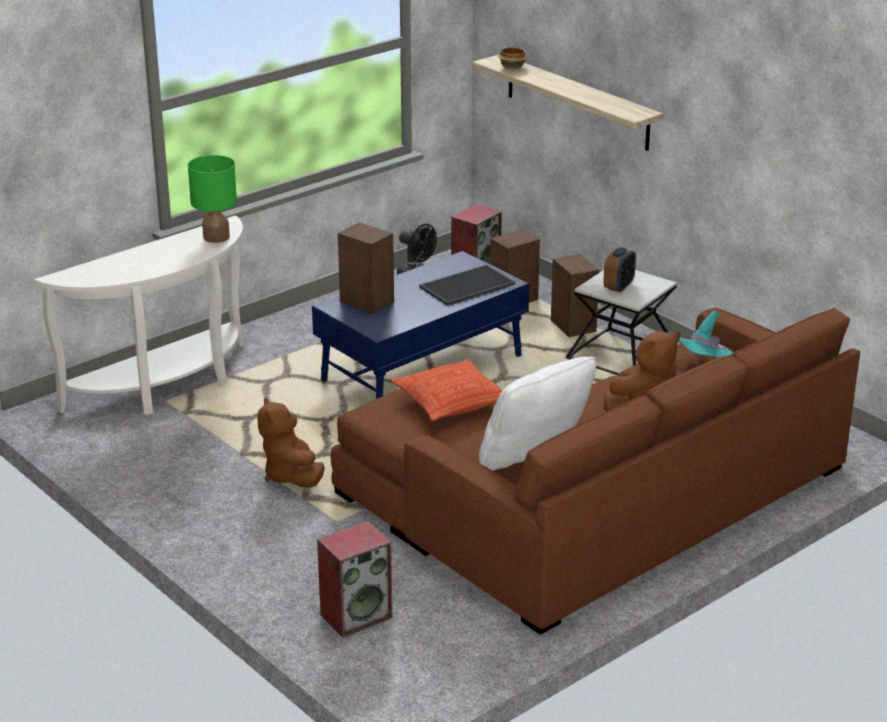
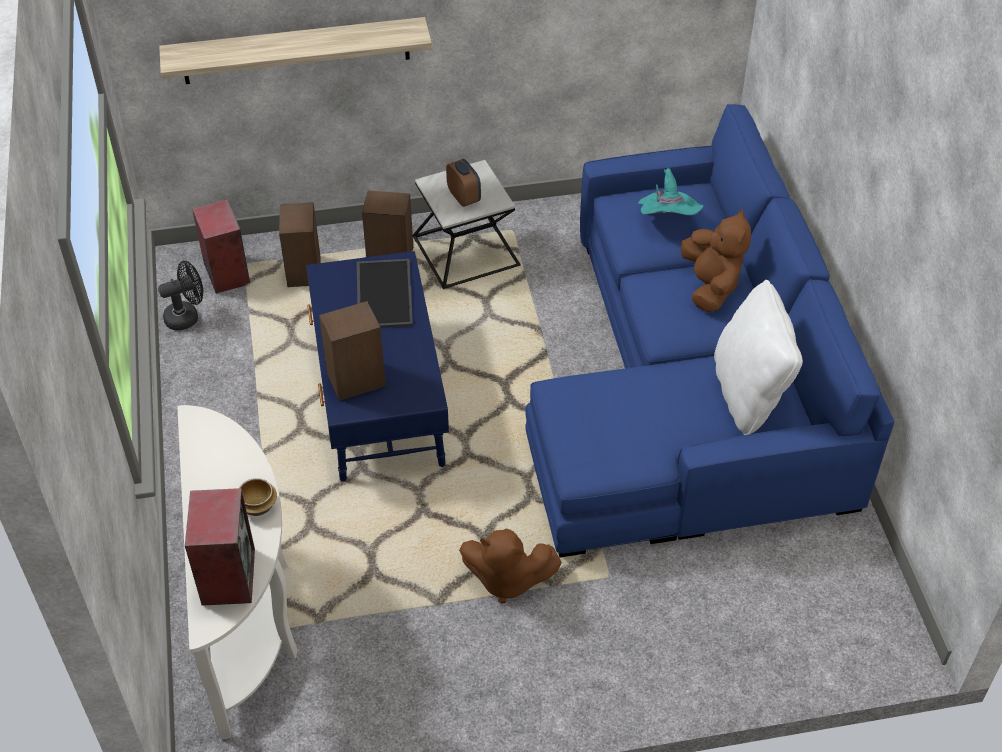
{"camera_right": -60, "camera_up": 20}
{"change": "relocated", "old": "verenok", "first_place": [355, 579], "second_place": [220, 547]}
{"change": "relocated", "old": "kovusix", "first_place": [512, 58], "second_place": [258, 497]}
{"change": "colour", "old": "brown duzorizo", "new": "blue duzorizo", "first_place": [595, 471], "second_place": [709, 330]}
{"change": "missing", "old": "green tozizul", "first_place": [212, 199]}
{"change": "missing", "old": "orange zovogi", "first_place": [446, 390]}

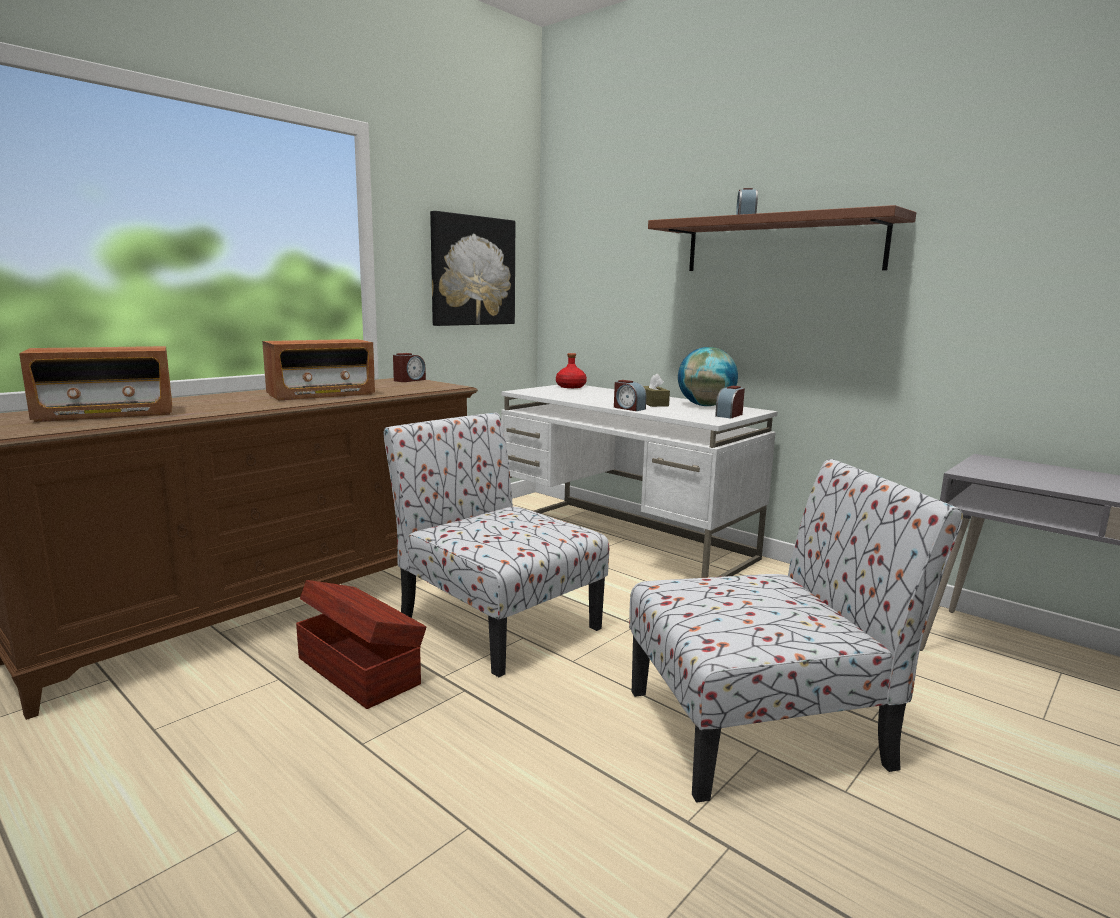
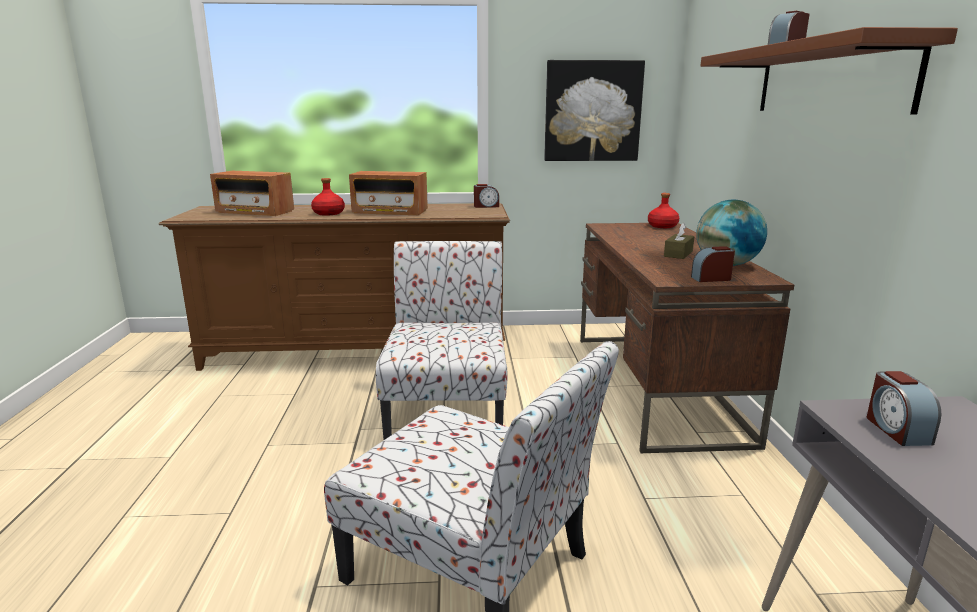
{"camera_right": 45, "camera_up": 5}
{"change": "appeared", "new": "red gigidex", "second_place": [328, 197]}
{"change": "colour", "old": "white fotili", "new": "brown fotili", "first_place": [639, 481], "second_place": [687, 338]}
{"change": "relocated", "old": "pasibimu", "first_place": [630, 395], "second_place": [904, 408]}
{"change": "missing", "old": "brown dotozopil", "first_place": [361, 644]}

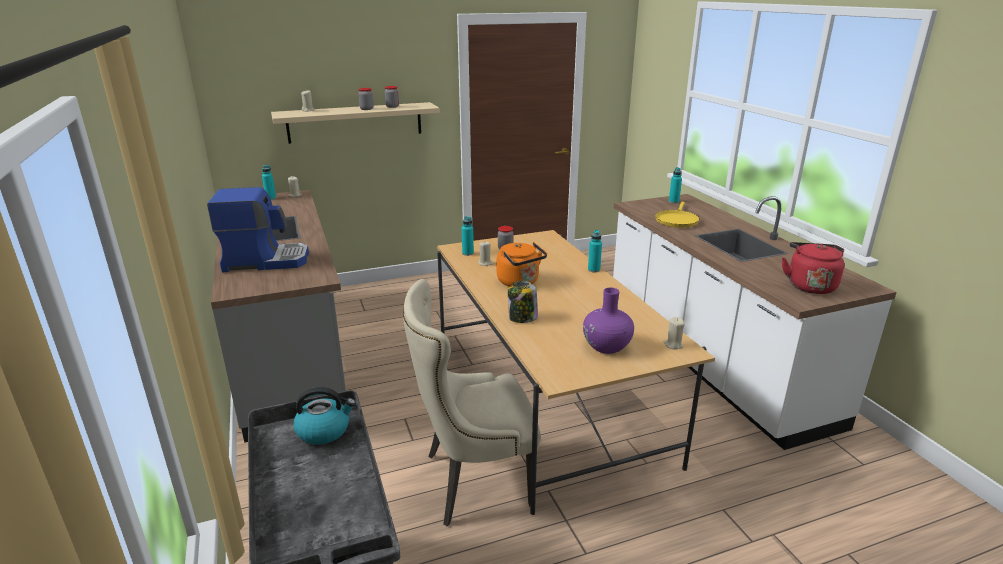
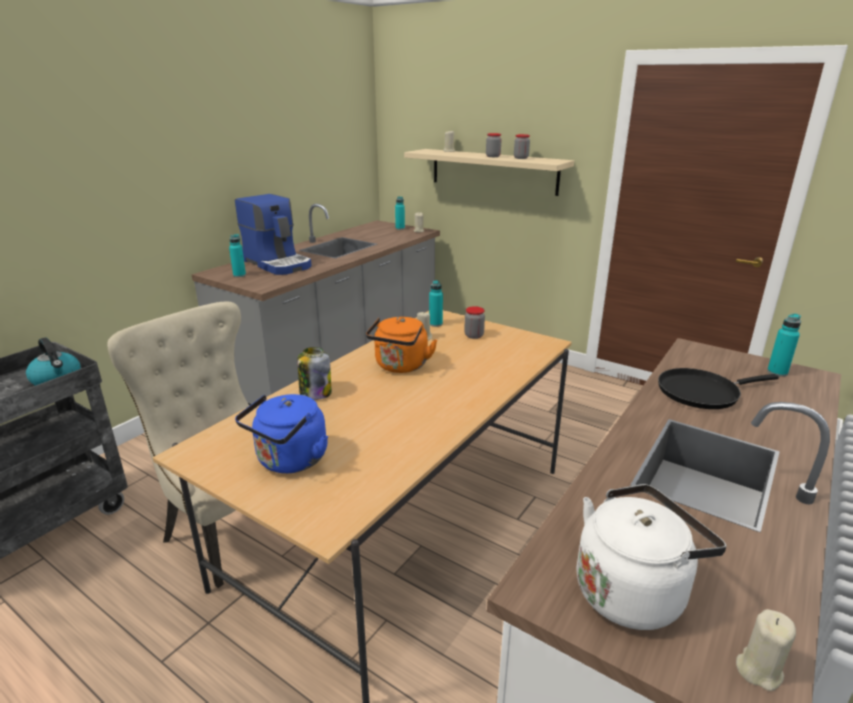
{"camera_right": 55, "camera_up": 0}
{"change": "relocated", "old": "turquoise gigidex", "first_place": [595, 251], "second_place": [237, 255]}
{"change": "exchanged", "old": "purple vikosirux", "new": "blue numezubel", "first_place": [608, 320], "second_place": [281, 433]}
{"change": "colour", "old": "red numezubel", "new": "white numezubel", "first_place": [813, 268], "second_place": [651, 557]}
{"change": "colour", "old": "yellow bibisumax", "new": "black bibisumax", "first_place": [677, 215], "second_place": [718, 388]}
{"change": "relocated", "old": "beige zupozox", "first_place": [674, 333], "second_place": [766, 650]}

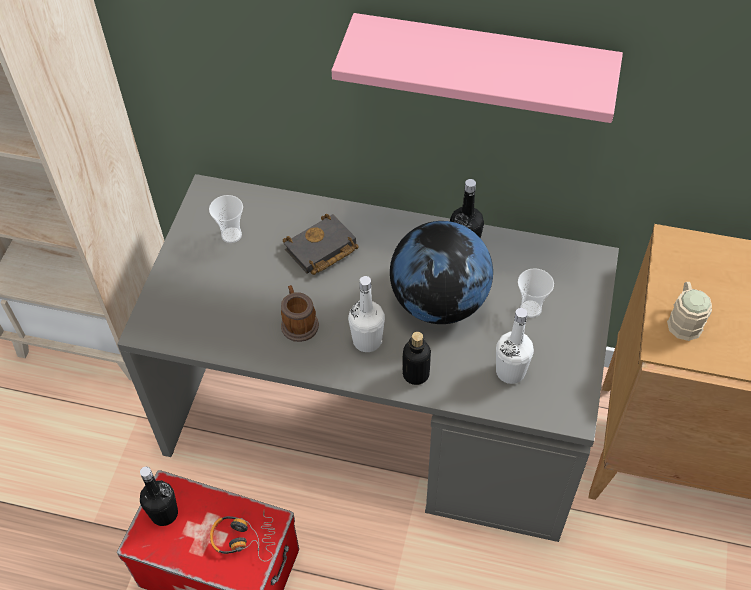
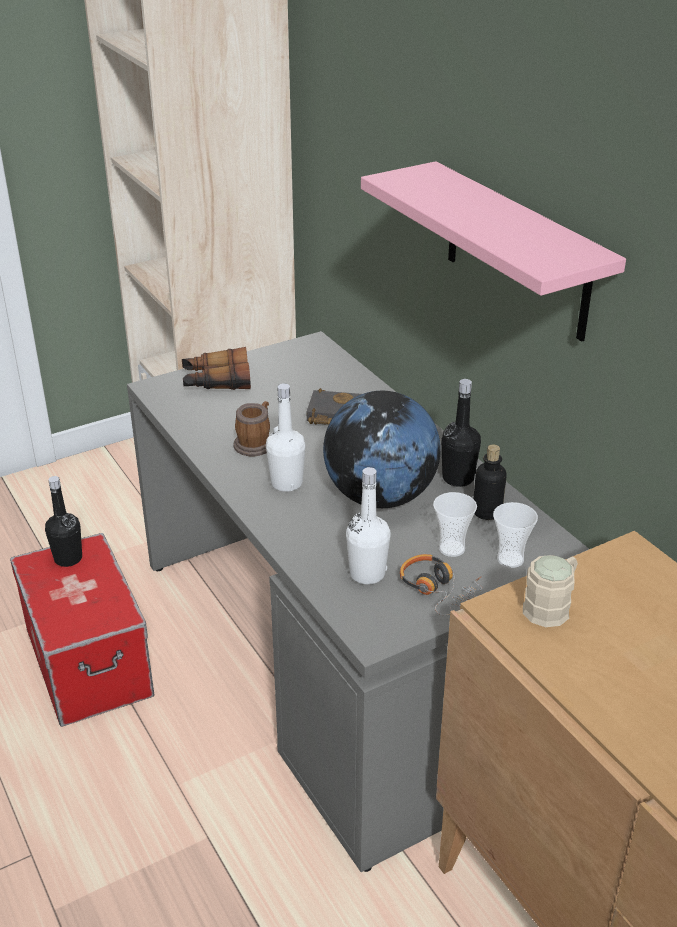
{"camera_right": 45, "camera_up": -20}
{"change": "appeared", "new": "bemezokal", "second_place": [216, 368]}
{"change": "relocated", "old": "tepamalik", "first_place": [243, 535], "second_place": [441, 585]}
{"change": "relocated", "old": "gigidex", "first_place": [416, 358], "second_place": [490, 482]}
{"change": "relocated", "old": "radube", "first_place": [226, 219], "second_place": [515, 535]}

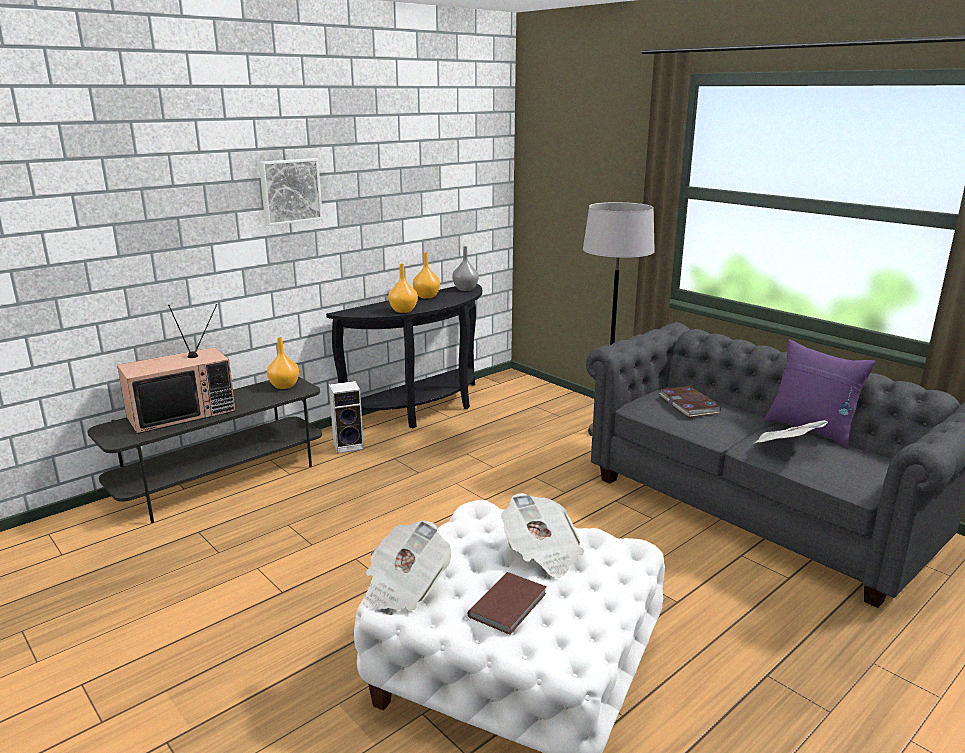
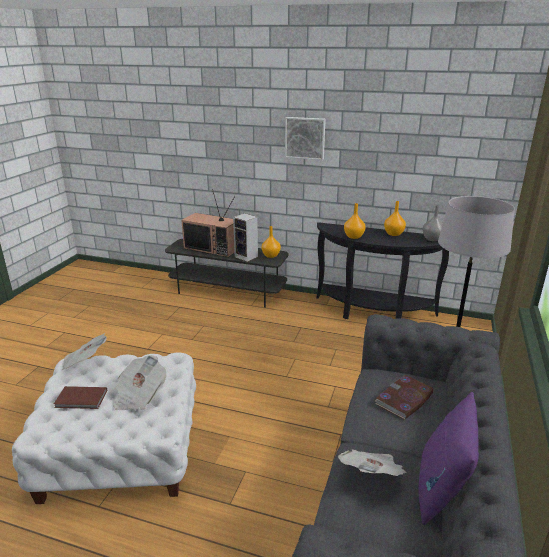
{"camera_right": 60, "camera_up": 5}
{"change": "relocated", "old": "verenok", "first_place": [346, 417], "second_place": [245, 237]}

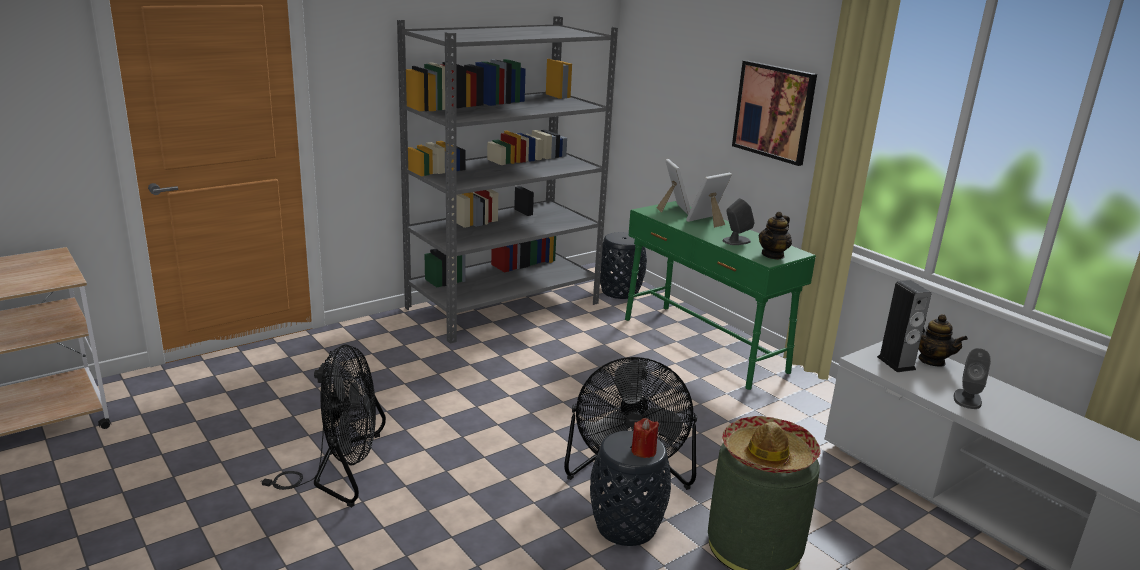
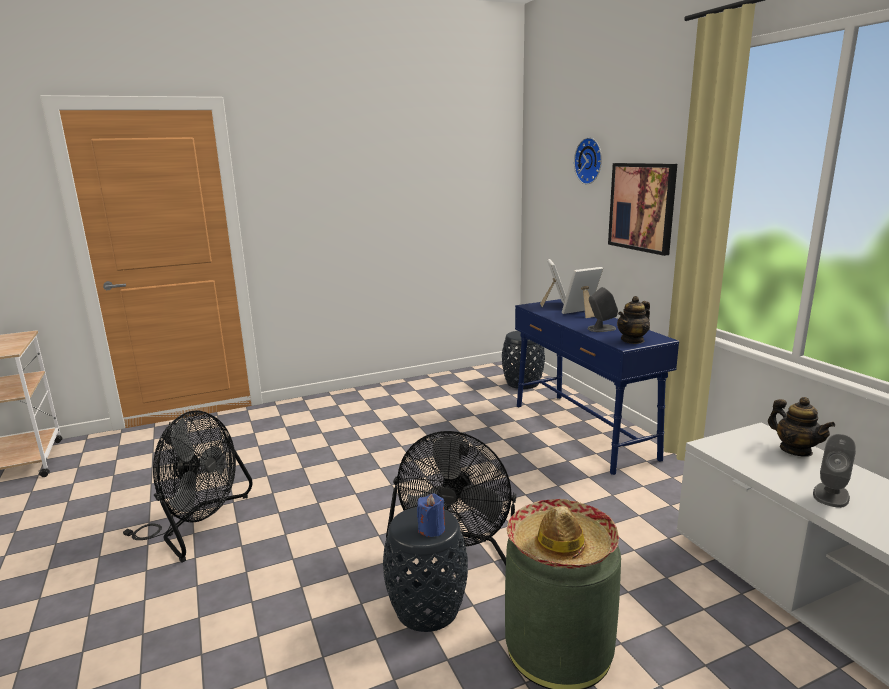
{"camera_right": 15, "camera_up": -5}
{"change": "colour", "old": "red zupozox", "new": "blue zupozox", "first_place": [645, 438], "second_place": [431, 515]}
{"change": "colour", "old": "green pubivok", "new": "blue pubivok", "first_place": [720, 295], "second_place": [597, 387]}
{"change": "appeared", "new": "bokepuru", "second_place": [588, 160]}
{"change": "missing", "old": "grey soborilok", "first_place": [507, 180]}
{"change": "missing", "old": "verenok", "first_place": [904, 326]}

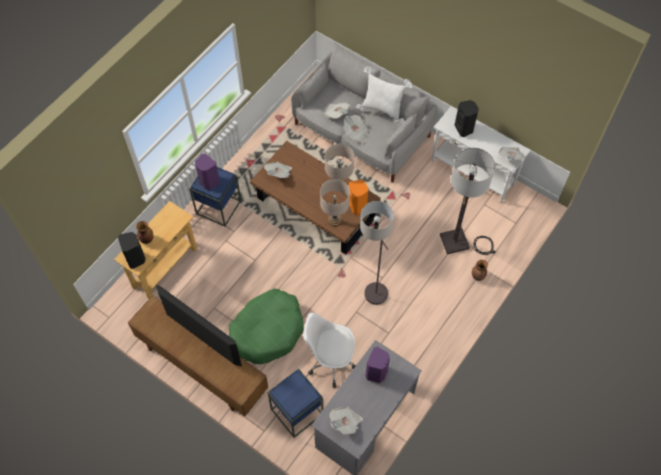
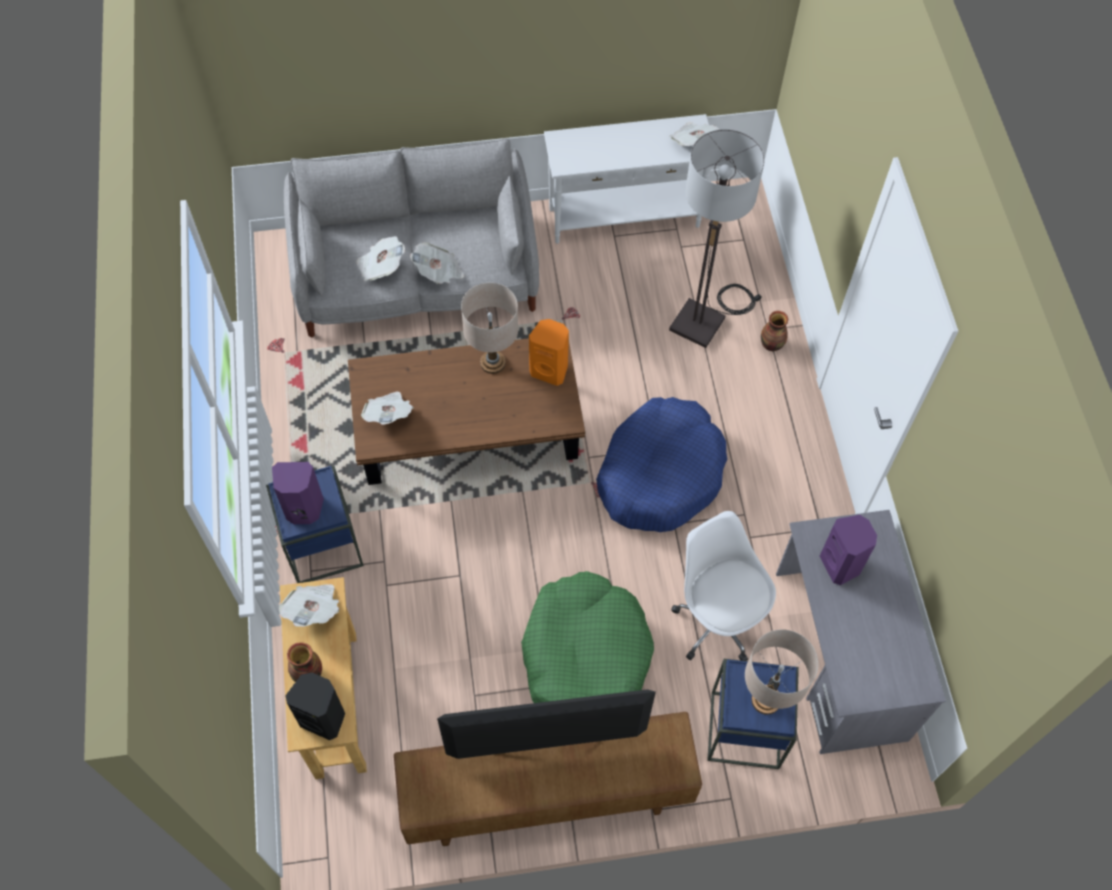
{"camera_right": -45, "camera_up": 0}
{"change": "relocated", "old": "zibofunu", "first_place": [346, 420], "second_place": [309, 605]}
{"change": "exchanged", "old": "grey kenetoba", "new": "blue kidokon", "first_place": [377, 253], "second_place": [661, 464]}
{"change": "spun", "old": "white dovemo", "first_place": [329, 350], "second_place": [723, 586], "degrees": 90}
{"change": "relocated", "old": "beige tozizul", "first_place": [335, 202], "second_place": [781, 672]}
{"change": "missing", "old": "white zovogi", "first_place": [384, 95]}
{"change": "missing", "old": "black verenok", "first_place": [467, 118]}

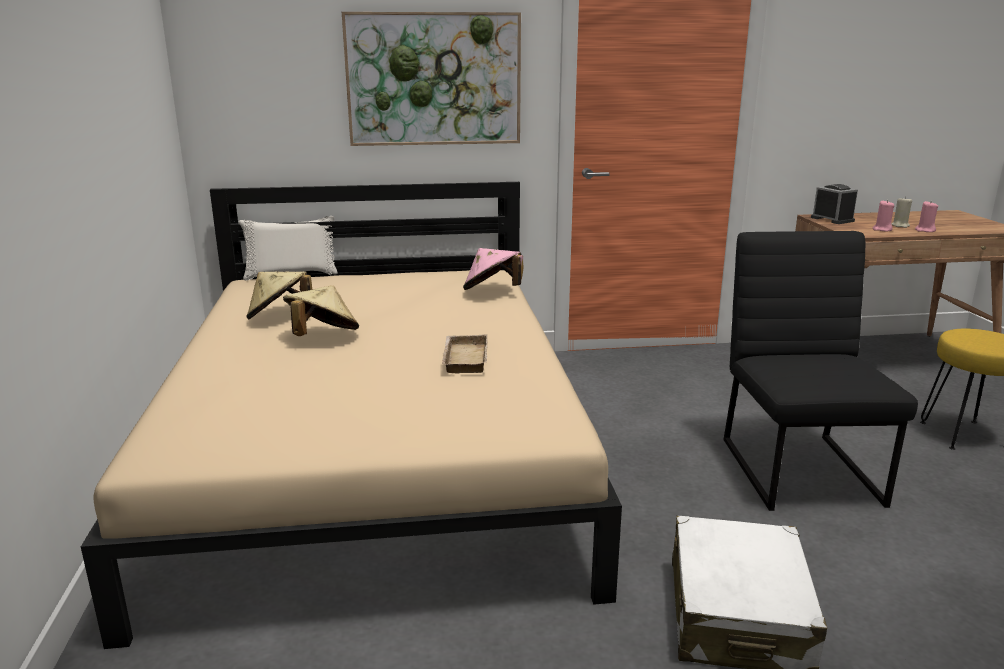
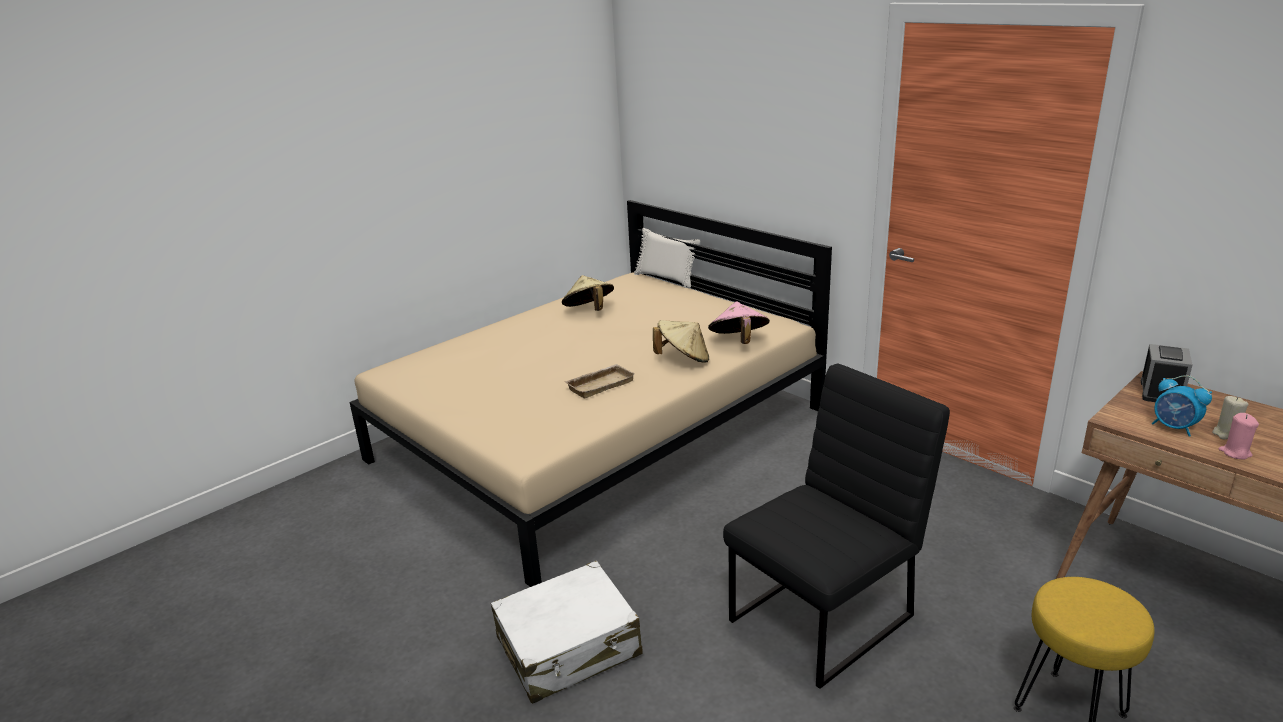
{"camera_right": 55, "camera_up": 5}
{"change": "relocated", "old": "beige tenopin", "first_place": [321, 310], "second_place": [681, 341]}
{"change": "exchanged", "old": "pink zupozox", "new": "pasibimu", "first_place": [883, 215], "second_place": [1182, 406]}
{"change": "missing", "old": "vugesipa", "first_place": [431, 79]}

